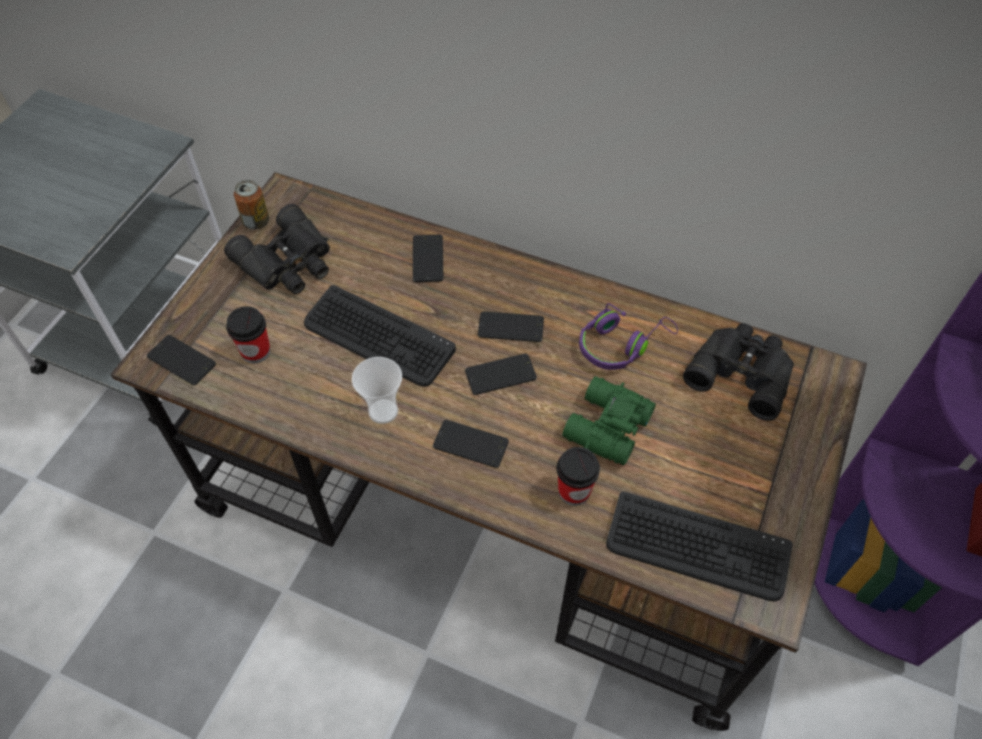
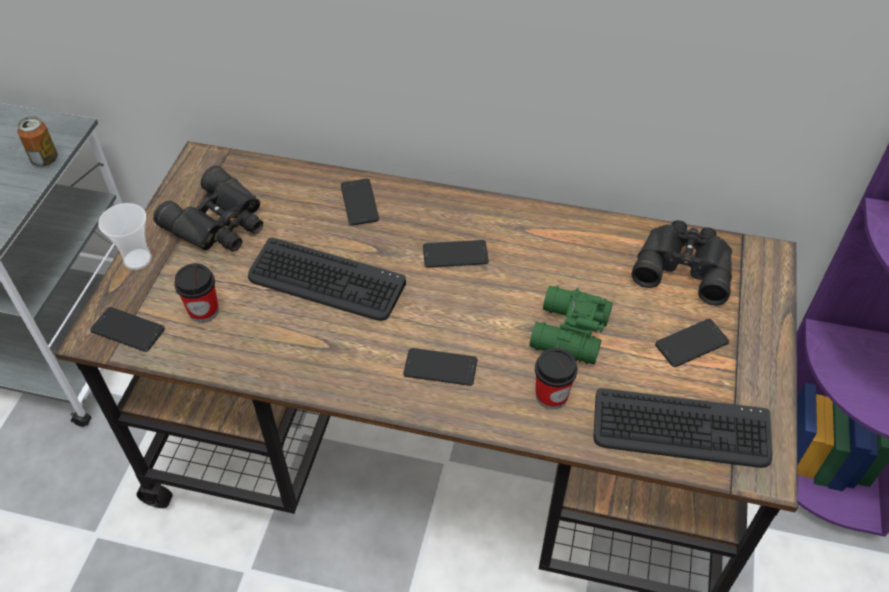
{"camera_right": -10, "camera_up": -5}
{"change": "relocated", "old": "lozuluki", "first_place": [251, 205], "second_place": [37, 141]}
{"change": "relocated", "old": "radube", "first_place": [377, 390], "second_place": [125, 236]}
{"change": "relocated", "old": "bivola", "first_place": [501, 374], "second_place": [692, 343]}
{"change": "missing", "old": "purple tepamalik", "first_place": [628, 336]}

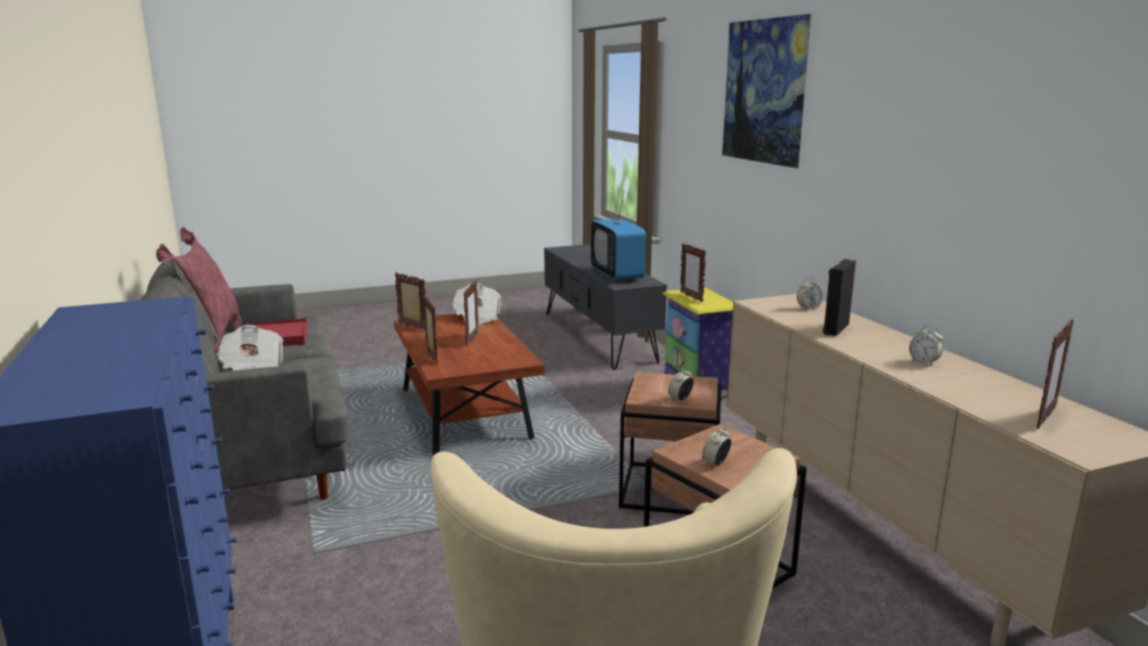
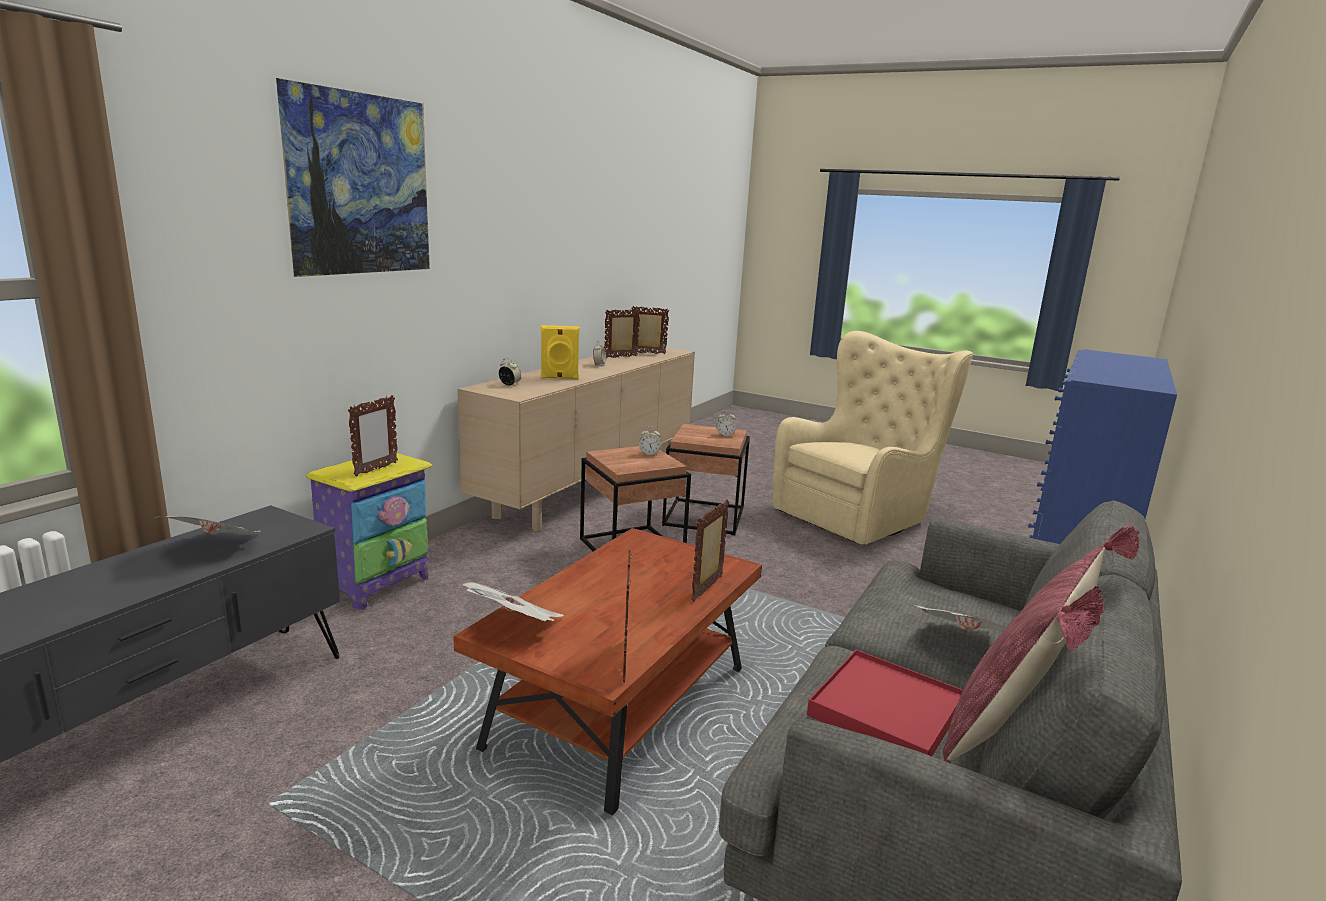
{"camera_right": -130, "camera_up": 0}
{"change": "exchanged", "old": "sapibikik", "new": "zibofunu", "first_place": [618, 234], "second_place": [211, 524]}
{"change": "colour", "old": "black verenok", "new": "yellow verenok", "first_place": [839, 297], "second_place": [560, 352]}
{"change": "relocated", "old": "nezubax", "first_place": [471, 313], "second_place": [622, 334]}

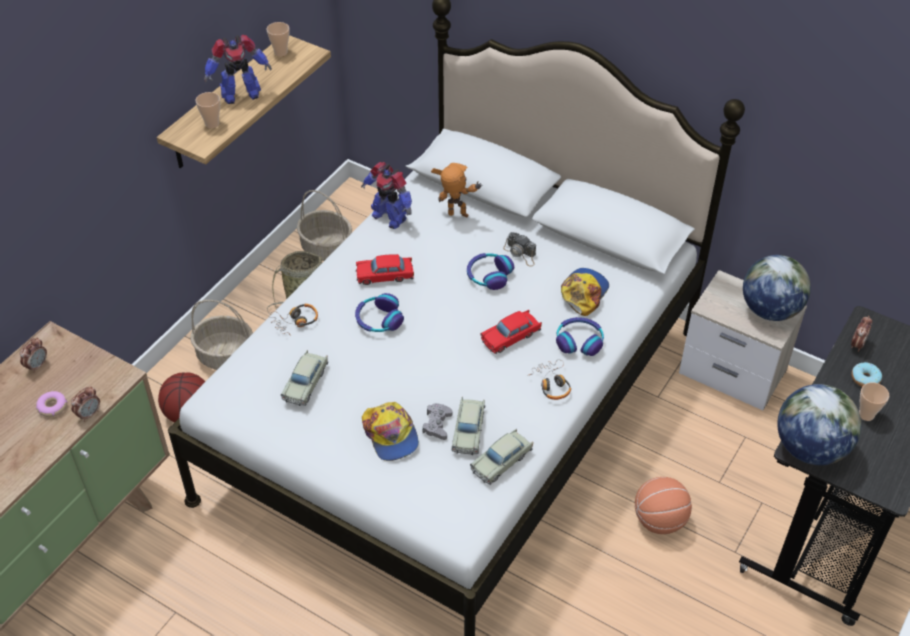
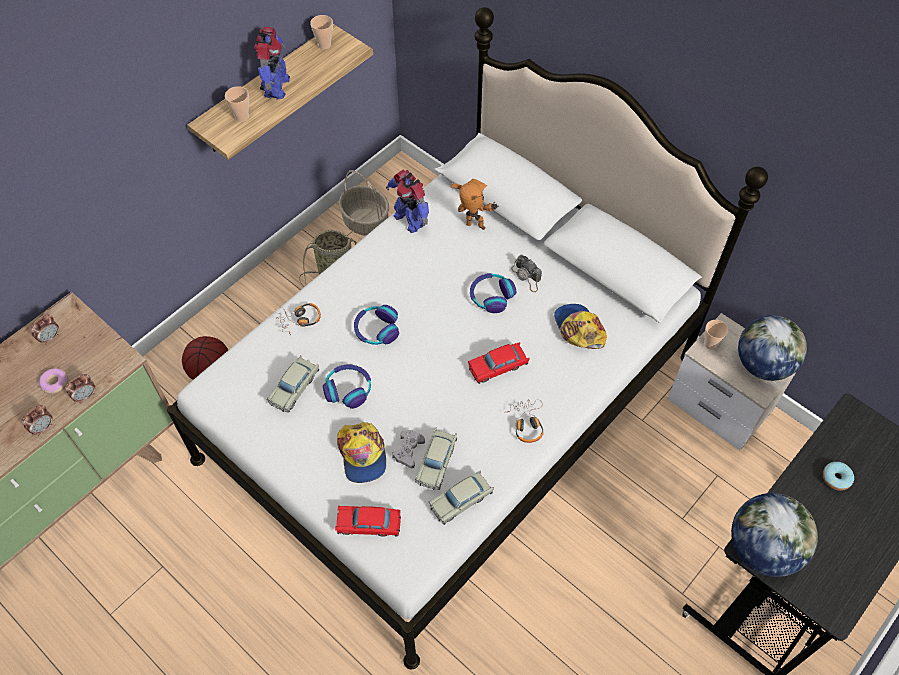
{"camera_right": 10, "camera_up": 10}
{"change": "relocated", "old": "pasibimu", "first_place": [861, 334], "second_place": [37, 420]}
{"change": "spun", "old": "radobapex", "first_place": [238, 69], "second_place": [272, 63], "degrees": -75}
{"change": "relocated", "old": "tepamalik", "first_place": [580, 336], "second_place": [347, 386]}
{"change": "relocated", "old": "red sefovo", "first_place": [385, 269], "second_place": [368, 521]}
{"change": "spun", "old": "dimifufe", "first_place": [585, 292], "second_place": [580, 326], "degrees": -60}
{"change": "relocated", "old": "radube", "first_place": [874, 401], "second_place": [716, 335]}
{"change": "missing", "old": "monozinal", "first_place": [221, 335]}
{"change": "missing", "old": "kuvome", "first_place": [663, 505]}

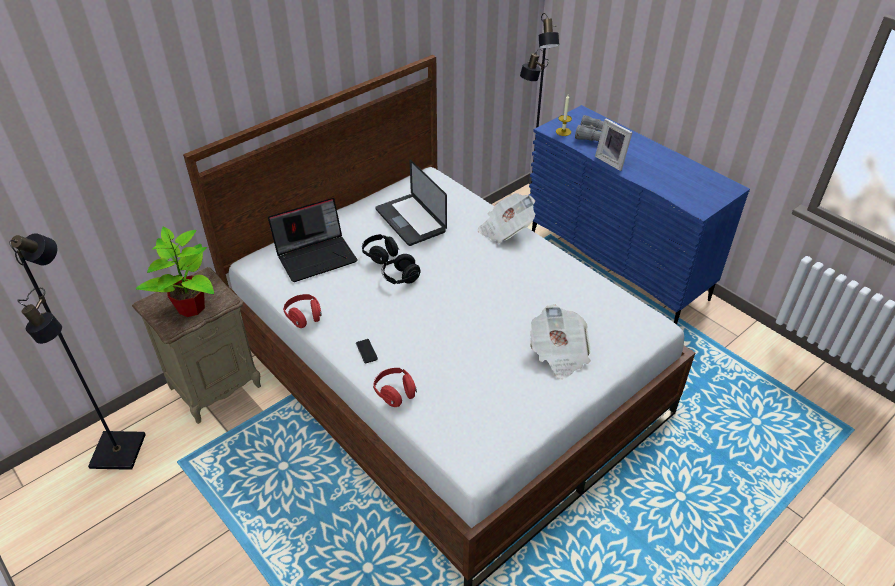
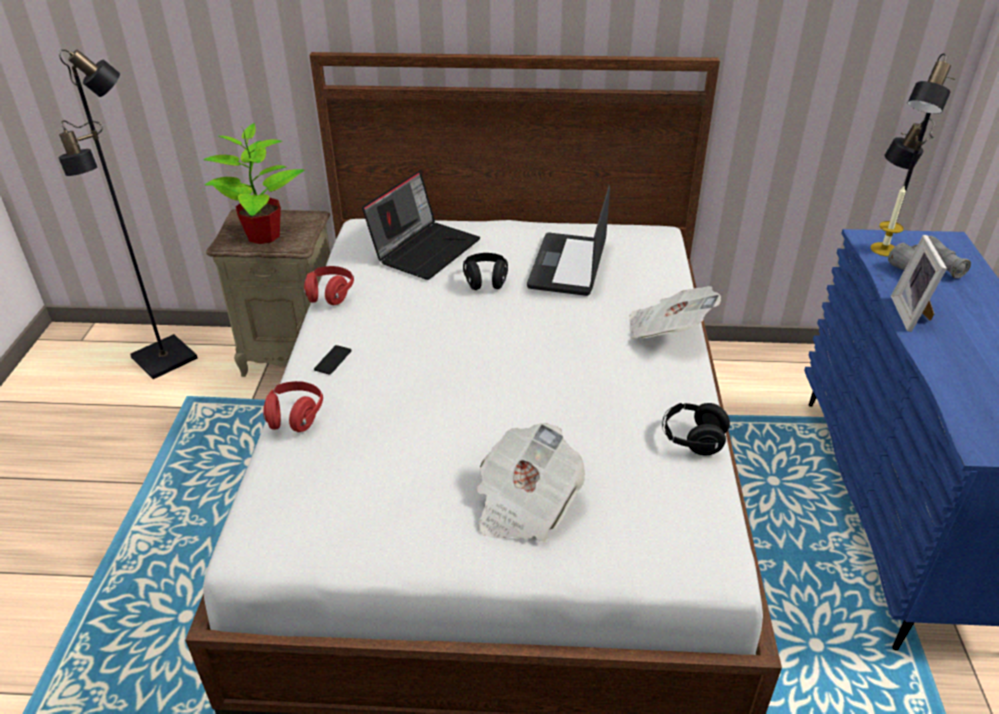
{"camera_right": 45, "camera_up": -5}
{"change": "spun", "old": "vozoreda", "first_place": [313, 240], "second_place": [421, 225], "degrees": -75}
{"change": "relocated", "old": "black tepamalik", "first_place": [401, 269], "second_place": [696, 429]}

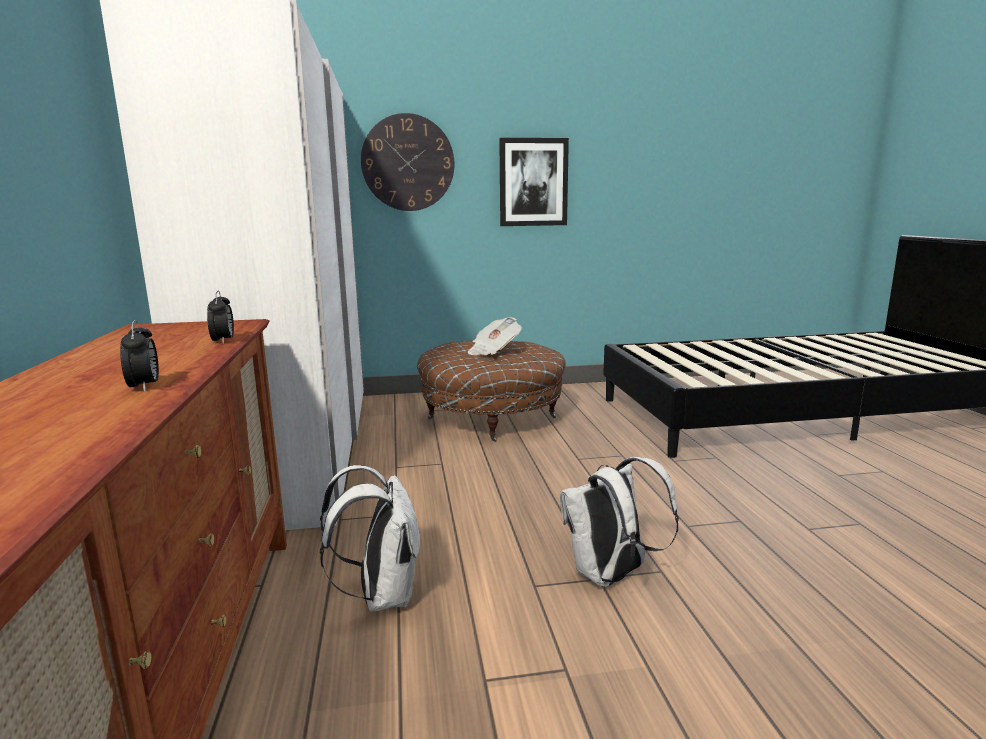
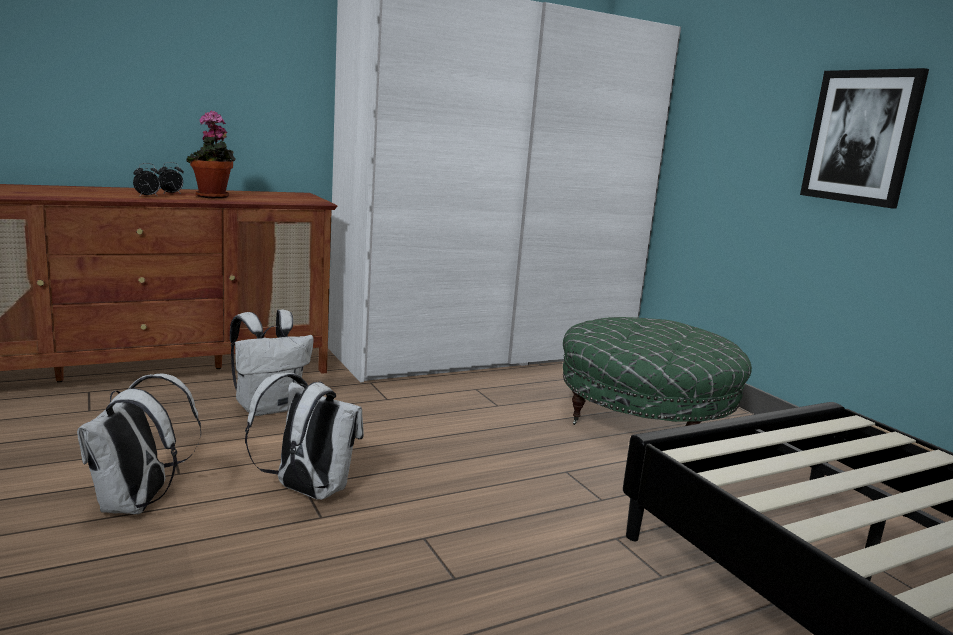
{"camera_right": 70, "camera_up": 0}
{"change": "appeared", "new": "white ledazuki", "second_place": [139, 444]}
{"change": "relocated", "old": "pasibimu", "first_place": [220, 317], "second_place": [171, 178]}
{"change": "appeared", "new": "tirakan", "second_place": [211, 154]}
{"change": "colour", "old": "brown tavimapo", "new": "green tavimapo", "first_place": [491, 391], "second_place": [657, 371]}
{"change": "missing", "old": "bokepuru", "first_place": [408, 162]}
{"change": "missing", "old": "zibofunu", "first_place": [494, 336]}

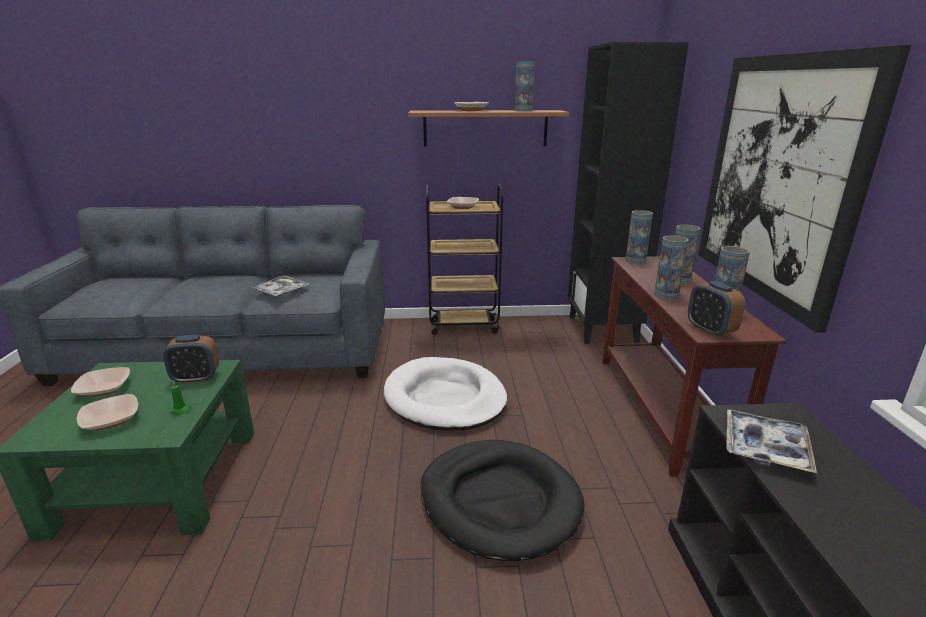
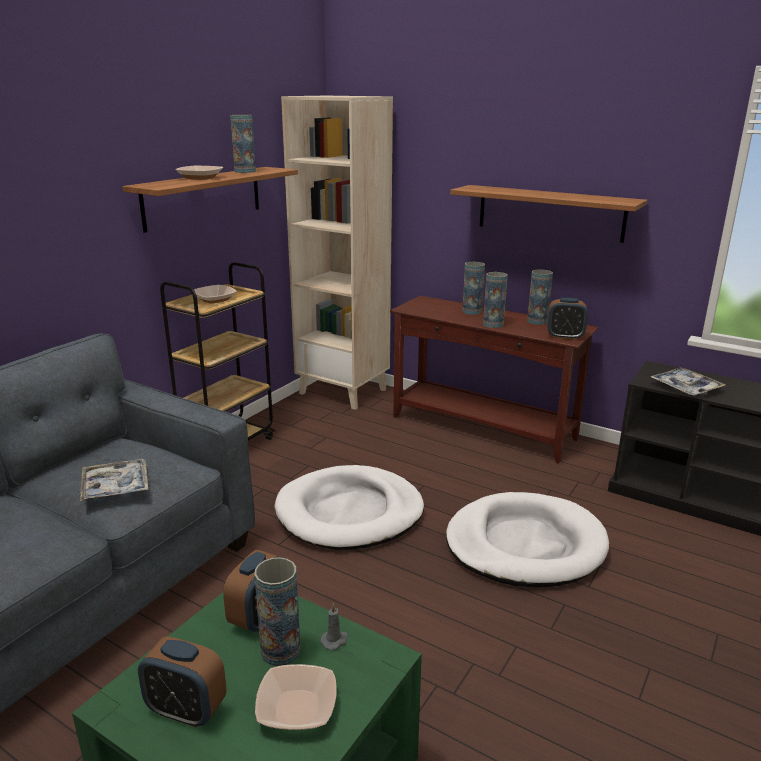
{"camera_right": -55, "camera_up": 0}
{"change": "exchanged", "old": "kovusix", "new": "pasibimu", "first_place": [100, 382], "second_place": [182, 682]}
{"change": "relocated", "old": "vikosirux", "first_place": [639, 237], "second_place": [277, 611]}
{"change": "colour", "old": "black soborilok", "new": "beige soborilok", "first_place": [628, 193], "second_place": [337, 253]}
{"change": "colour", "old": "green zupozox", "new": "grey zupozox", "first_place": [180, 398], "second_place": [334, 626]}
{"change": "colour", "old": "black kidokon", "new": "white kidokon", "first_place": [502, 501], "second_place": [527, 539]}
{"change": "exchanged", "old": "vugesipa", "new": "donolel", "first_place": [804, 189], "second_place": [548, 214]}

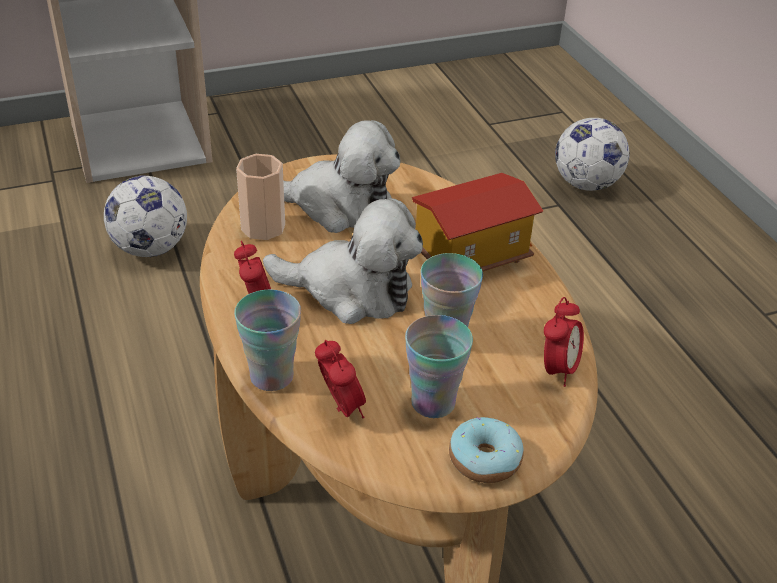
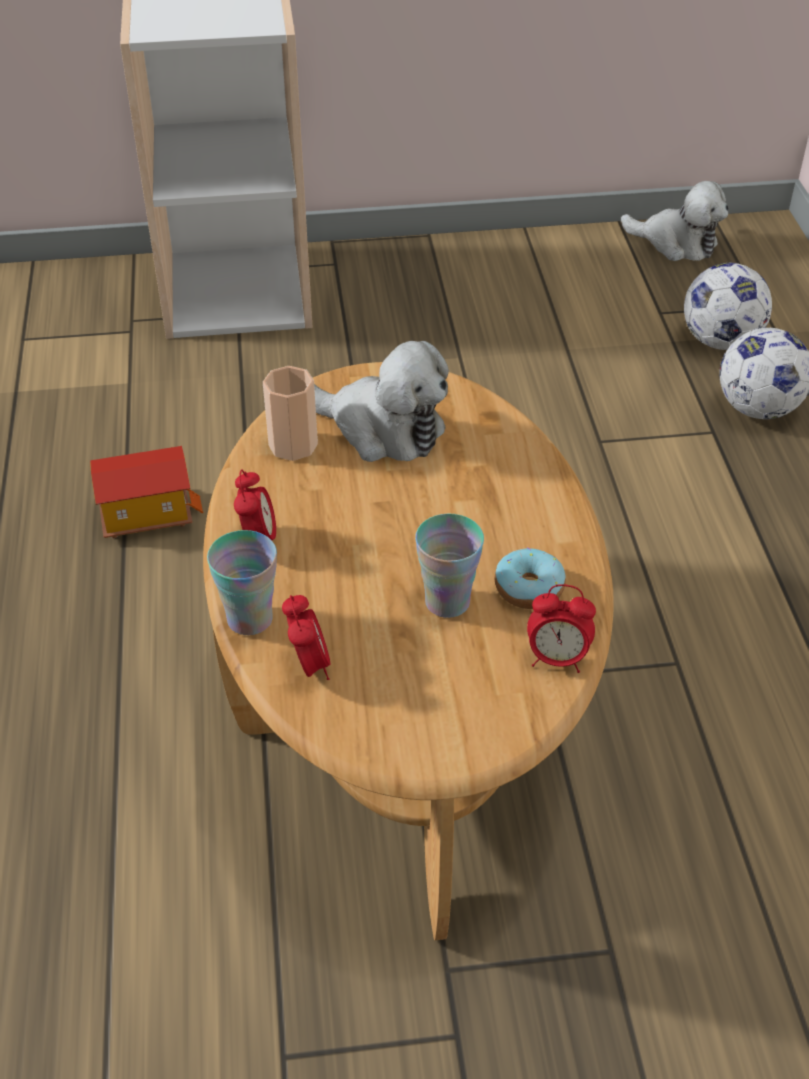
{"camera_right": 15, "camera_up": 5}
{"change": "relocated", "old": "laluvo", "first_place": [477, 222], "second_place": [146, 492]}
{"change": "relocated", "old": "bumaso", "first_place": [486, 450], "second_place": [530, 578]}
{"change": "spun", "old": "pasibimu", "first_place": [564, 342], "second_place": [561, 628], "degrees": 60}
{"change": "relocated", "old": "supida", "first_place": [343, 261], "second_place": [675, 221]}
{"change": "relocated", "old": "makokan", "first_place": [145, 216], "second_place": [728, 306]}
{"change": "missing", "old": "radube", "first_place": [439, 366]}

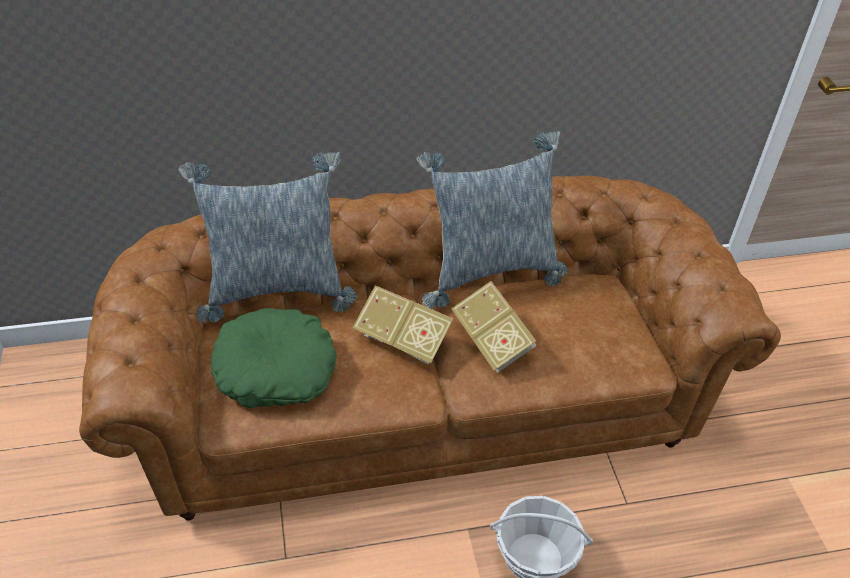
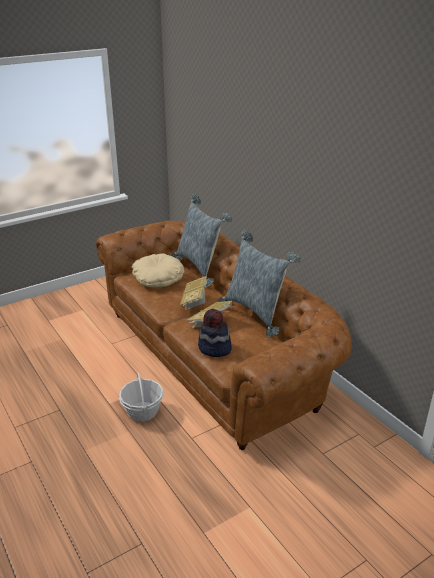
{"camera_right": 70, "camera_up": -15}
{"change": "colour", "old": "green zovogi", "new": "beige zovogi", "first_place": [273, 358], "second_place": [158, 270]}
{"change": "appeared", "new": "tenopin", "second_place": [215, 333]}

